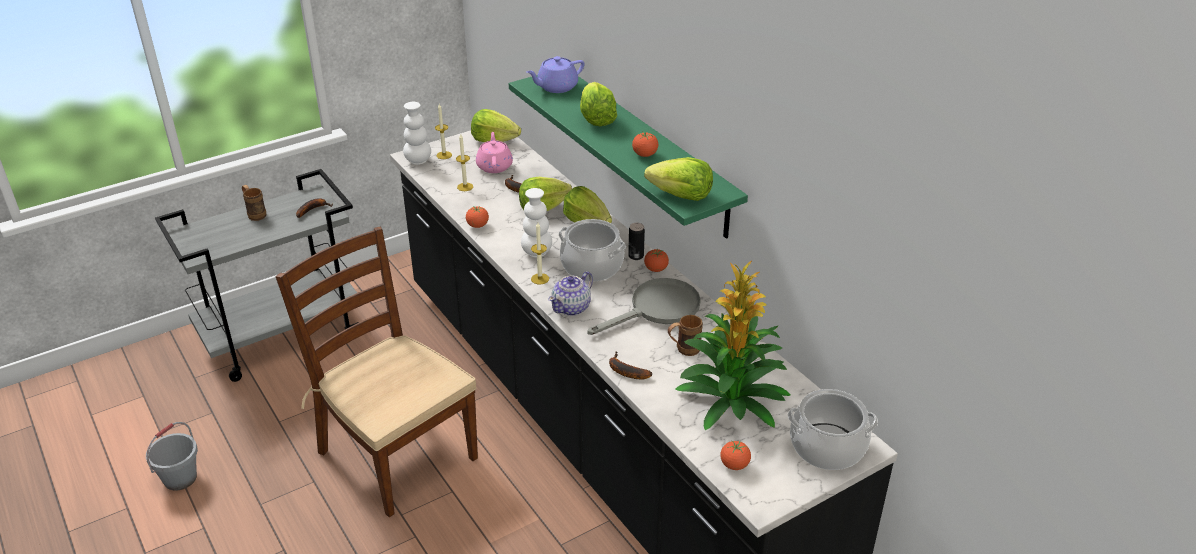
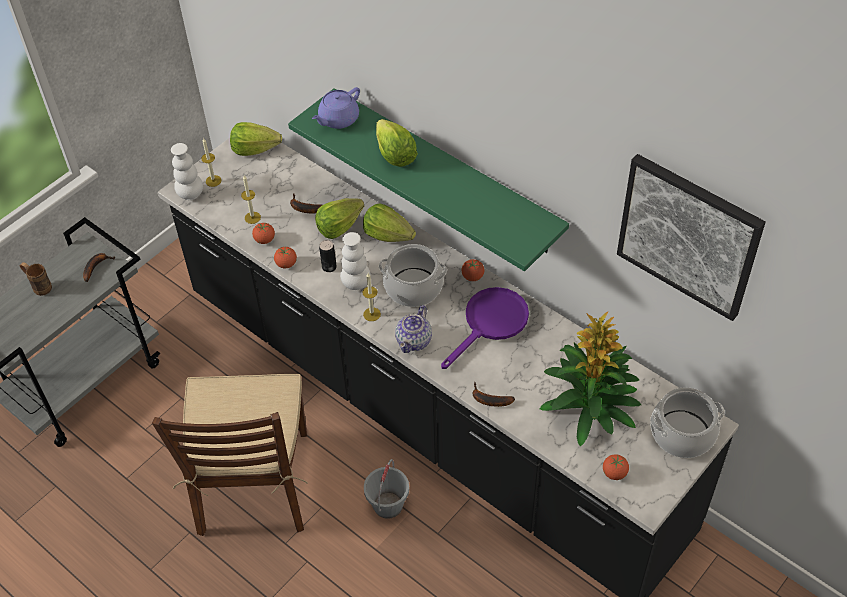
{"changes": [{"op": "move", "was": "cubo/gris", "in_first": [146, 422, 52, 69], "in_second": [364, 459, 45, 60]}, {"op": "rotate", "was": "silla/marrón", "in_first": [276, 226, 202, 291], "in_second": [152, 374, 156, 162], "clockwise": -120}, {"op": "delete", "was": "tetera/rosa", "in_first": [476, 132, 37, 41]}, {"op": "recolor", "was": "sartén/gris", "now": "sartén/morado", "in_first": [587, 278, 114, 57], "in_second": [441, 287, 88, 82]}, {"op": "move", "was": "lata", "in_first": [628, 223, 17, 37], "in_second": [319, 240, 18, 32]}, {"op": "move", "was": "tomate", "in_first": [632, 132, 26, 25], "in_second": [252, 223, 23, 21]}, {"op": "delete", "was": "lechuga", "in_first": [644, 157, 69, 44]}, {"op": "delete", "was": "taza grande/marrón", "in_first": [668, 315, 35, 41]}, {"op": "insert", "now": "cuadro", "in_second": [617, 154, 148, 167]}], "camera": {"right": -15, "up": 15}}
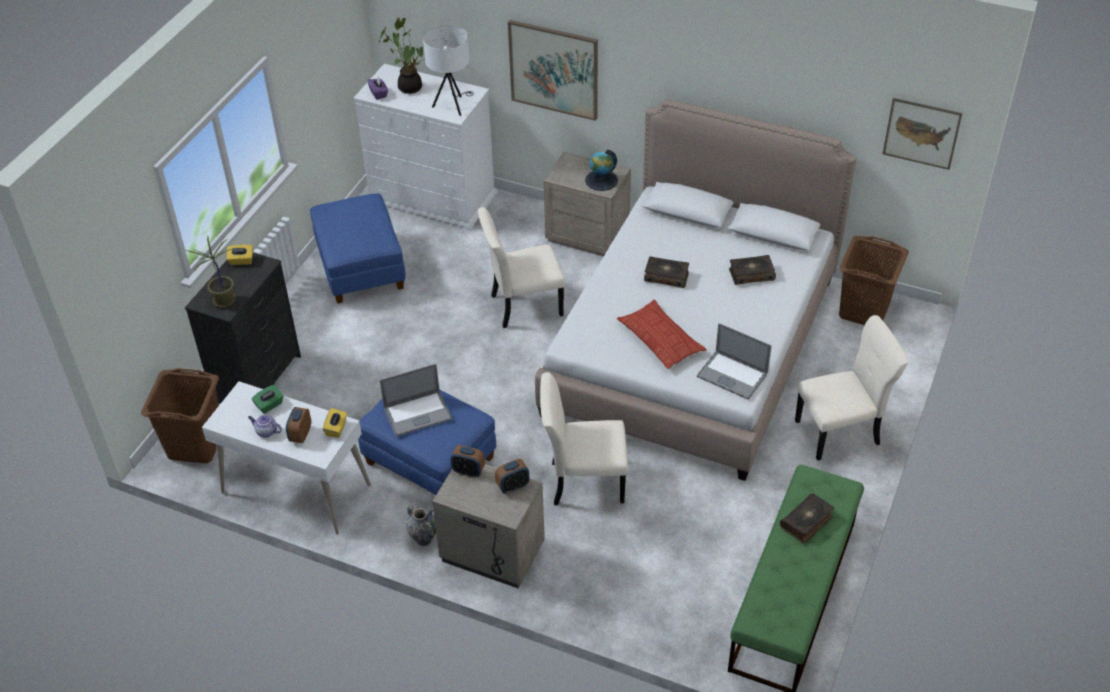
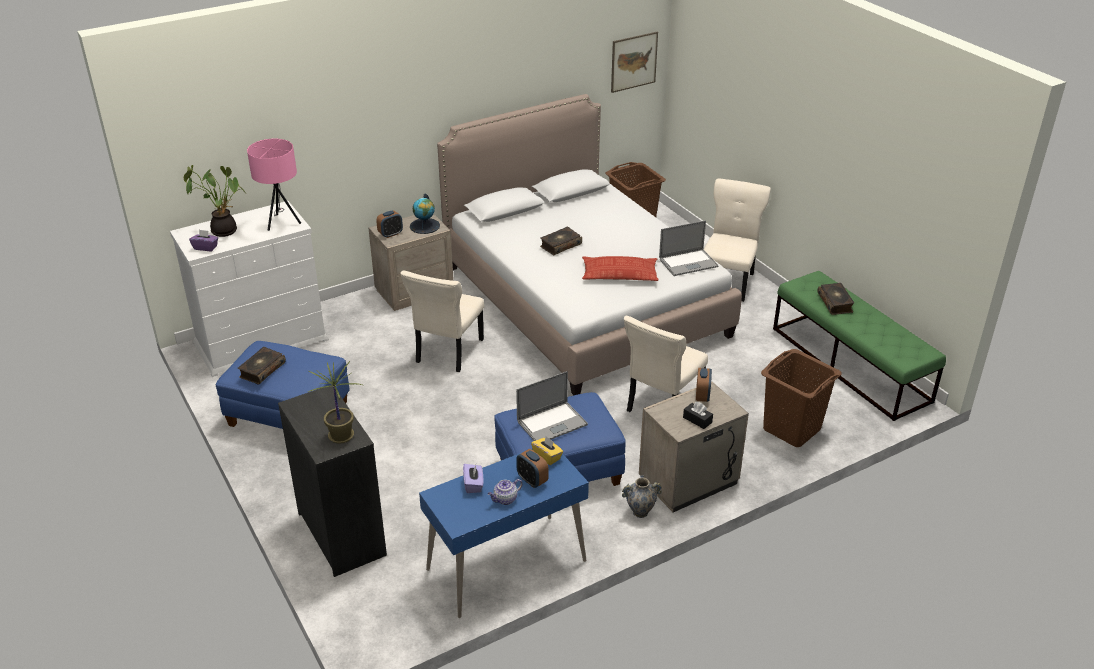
{"changes": [{"op": "move", "was": "cesto de la ropa/marrón", "in_first": [141, 368, 78, 95], "in_second": [761, 349, 81, 98]}, {"op": "recolor", "was": "escritorio/blanco", "now": "escritorio/azul", "in_first": [202, 381, 169, 154], "in_second": [419, 449, 170, 169]}, {"op": "delete", "was": "caja de pañuelos/amarillo", "in_first": [227, 244, 26, 21]}, {"op": "recolor", "was": "caja de pañuelos/verde", "now": "caja de pañuelos/morado", "in_first": [252, 385, 32, 29], "in_second": [463, 464, 20, 29]}, {"op": "rotate", "was": "portátil", "in_first": [380, 364, 72, 73], "in_second": [516, 371, 72, 70], "clockwise": 45}, {"op": "recolor", "was": "lámpara de mesa/blanco", "now": "lámpara de mesa/rosa", "in_first": [423, 25, 51, 91], "in_second": [247, 139, 54, 92]}, {"op": "move", "was": "despertador", "in_first": [451, 445, 34, 33], "in_second": [376, 210, 27, 28]}, {"op": "delete", "was": "cuadro", "in_first": [508, 20, 90, 101]}, {"op": "move", "was": "libro", "in_first": [729, 255, 47, 30], "in_second": [238, 347, 48, 37]}, {"op": "insert", "now": "caja de pañuelos/negro", "in_second": [683, 402, 30, 27]}], "camera": {"right": -55, "up": -10}}
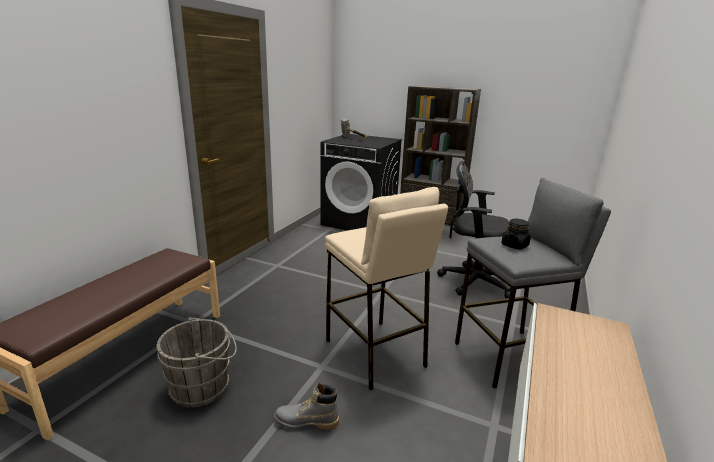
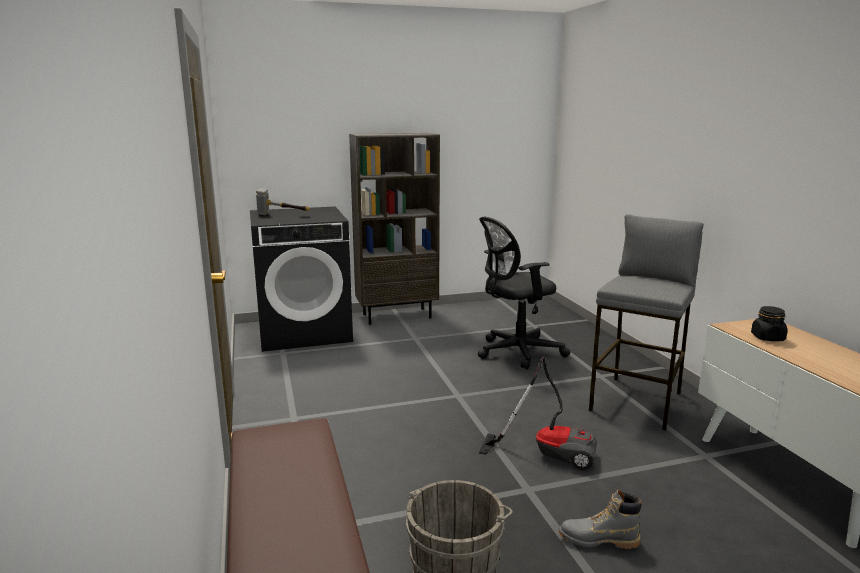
{"changes": [{"op": "rotate", "was": "bota/gris", "in_first": [274, 383, 65, 47], "in_second": [559, 490, 83, 59], "clockwise": 45}, {"op": "replace", "was": "taburete/beis", "now": "aspiradora", "in_first": [325, 187, 123, 204], "in_second": [479, 356, 118, 114]}, {"op": "move", "was": "tarro/negro", "in_first": [501, 219, 30, 31], "in_second": [751, 306, 36, 35]}], "camera": {"right": -40, "up": -5}}
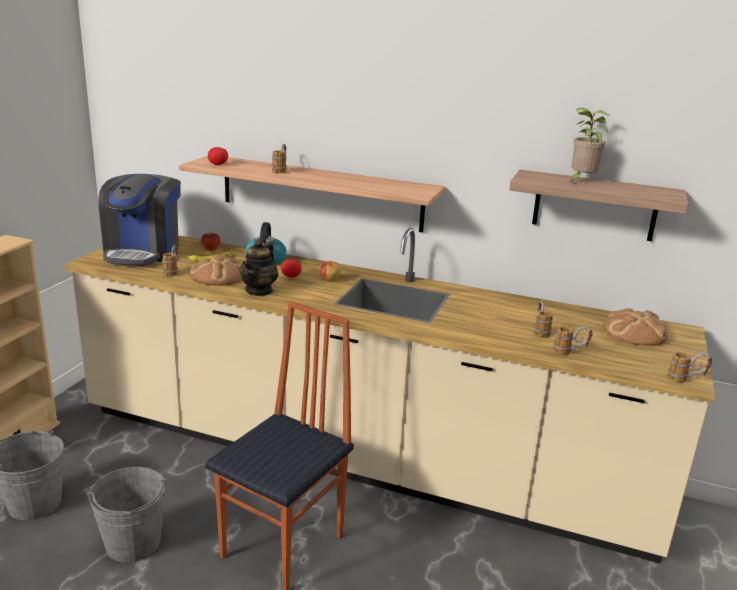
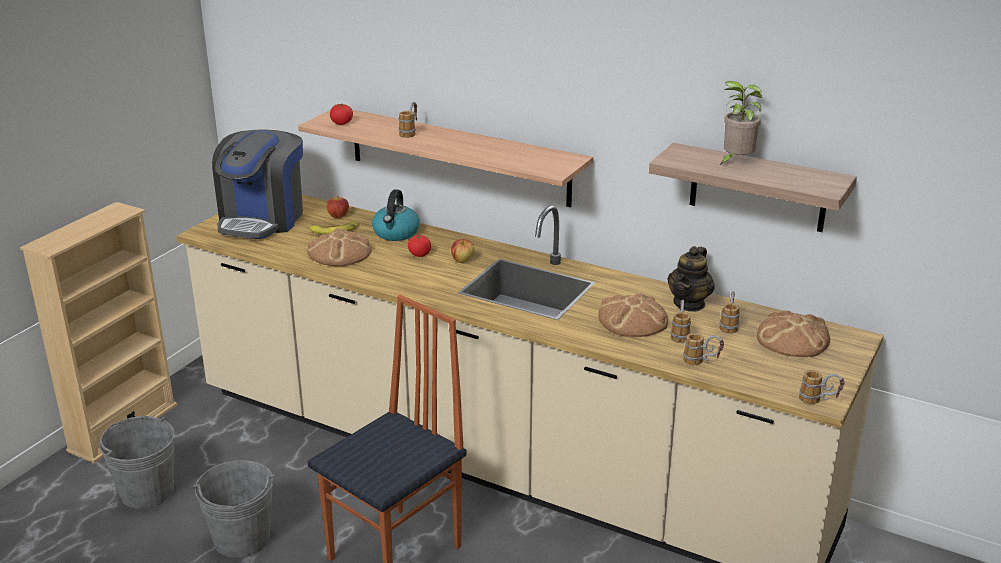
{"changes": [{"op": "move", "was": "taza grande", "in_first": [162, 245, 16, 32], "in_second": [719, 291, 21, 43]}, {"op": "move", "was": "tetera", "in_first": [239, 239, 39, 57], "in_second": [667, 246, 48, 66]}, {"op": "insert", "now": "pan", "in_second": [598, 293, 70, 44]}], "camera": {"right": 10, "up": 5}}
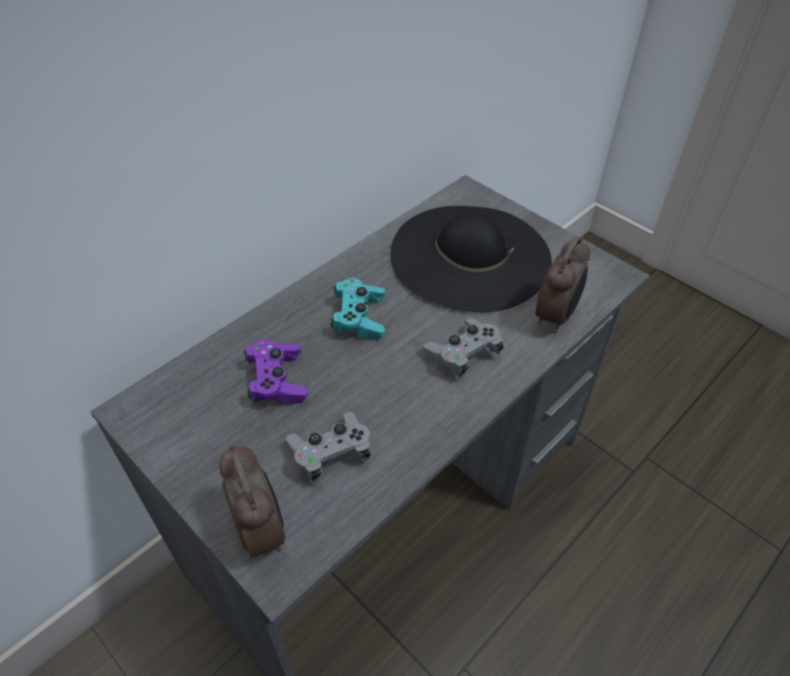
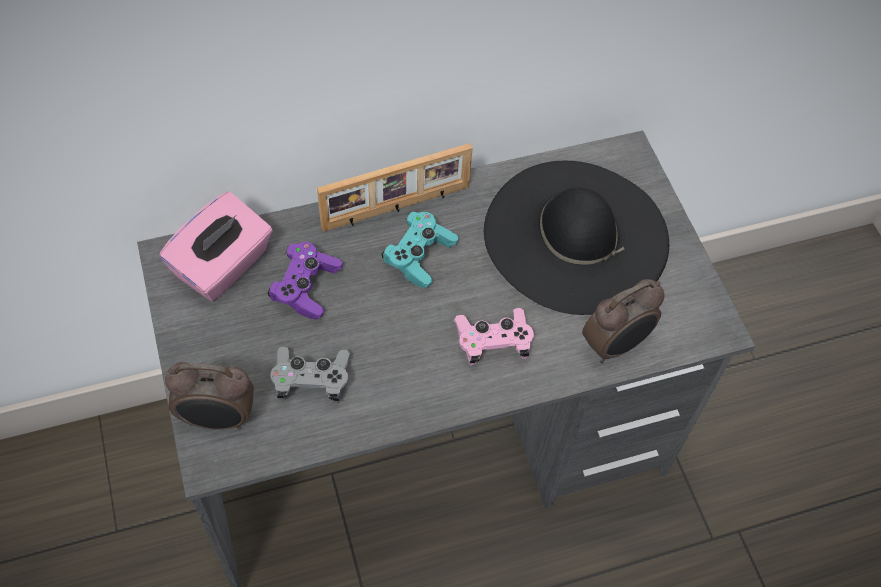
{"changes": [{"op": "rotate", "was": "despertador", "in_first": [219, 444, 66, 114], "in_second": [165, 362, 89, 68], "clockwise": 90}, {"op": "recolor", "was": "mando de consola/gris", "now": "mando de consola/rosa", "in_first": [423, 318, 81, 60], "in_second": [454, 308, 80, 57]}, {"op": "insert", "now": "caja de pañuelos/rosa", "in_second": [159, 192, 113, 109]}, {"op": "insert", "now": "portarretratos", "in_second": [317, 143, 156, 89]}], "camera": {"right": 25, "up": 10}}
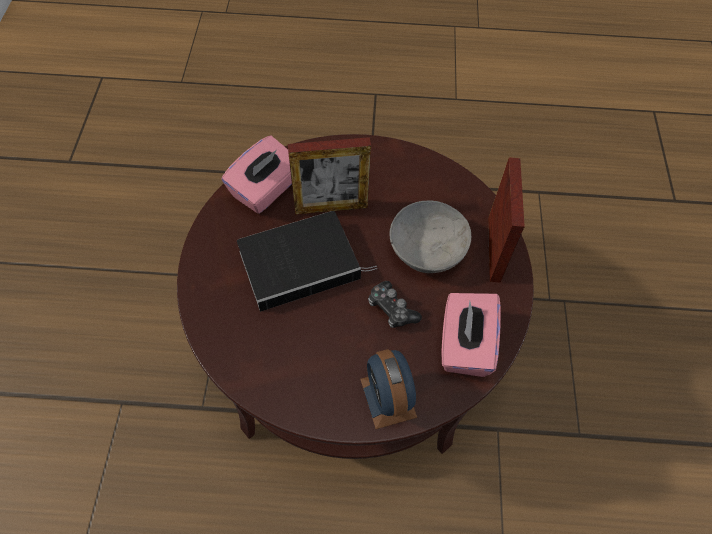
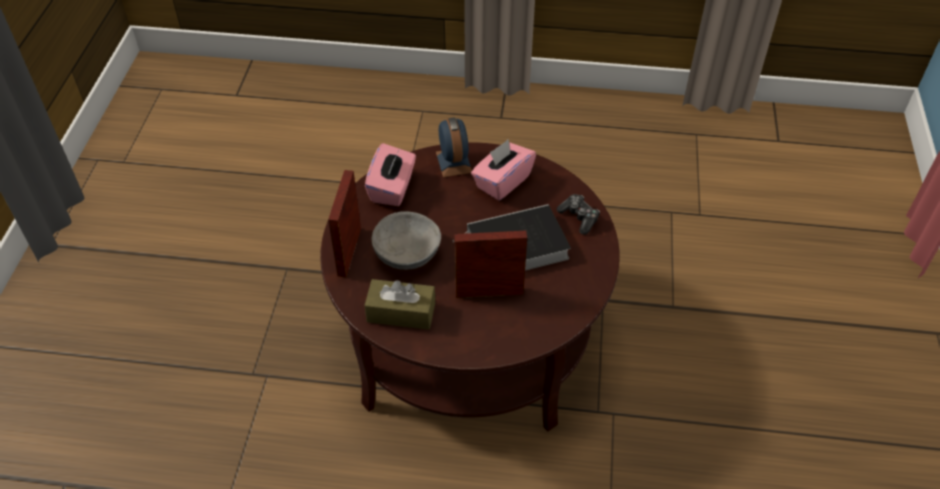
{"changes": [{"op": "move", "was": "caja de pañuelos/rosa", "in_first": [222, 136, 70, 78], "in_second": [471, 140, 65, 61]}, {"op": "move", "was": "mando de consola", "in_first": [368, 281, 54, 47], "in_second": [557, 194, 43, 41]}, {"op": "insert", "now": "caja de pañuelos/marrón", "in_second": [364, 279, 71, 51]}], "camera": {"right": -175, "up": -10}}
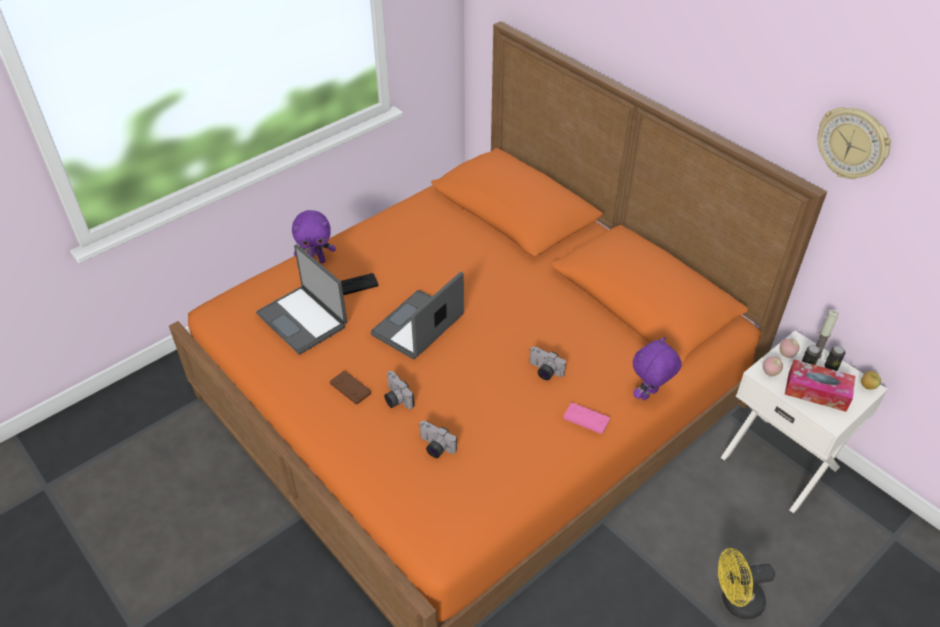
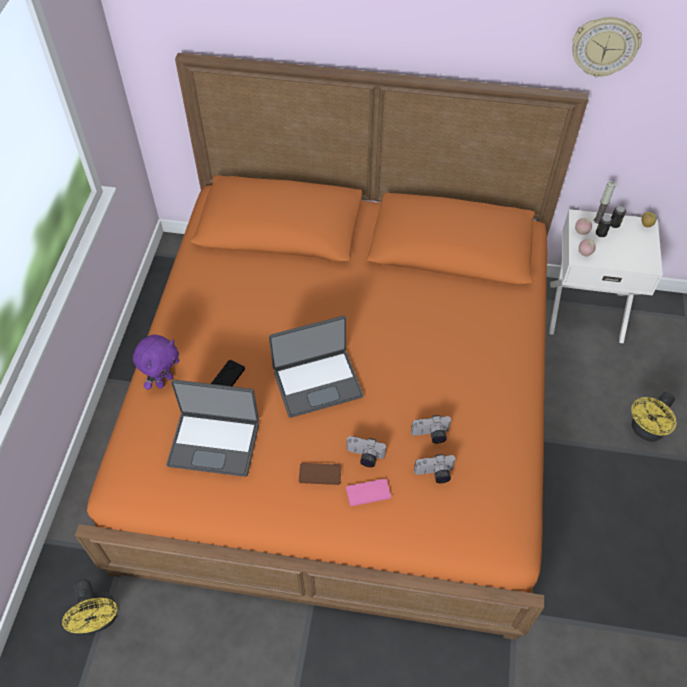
{"changes": [{"op": "rotate", "was": "portátil", "in_first": [371, 272, 93, 87], "in_second": [269, 316, 95, 102], "clockwise": -105}, {"op": "move", "was": "cámara", "in_first": [530, 346, 36, 34], "in_second": [411, 415, 40, 29]}, {"op": "move", "was": "mando de consola/rosa", "in_first": [563, 402, 47, 32], "in_second": [346, 478, 45, 28]}, {"op": "delete", "was": "peluche/morado", "in_first": [633, 337, 49, 63]}, {"op": "delete", "was": "caja de pañuelos", "in_first": [785, 360, 70, 52]}, {"op": "insert", "now": "ventilador/amarillo", "in_second": [62, 579, 55, 54]}], "camera": {"right": -40, "up": 10}}
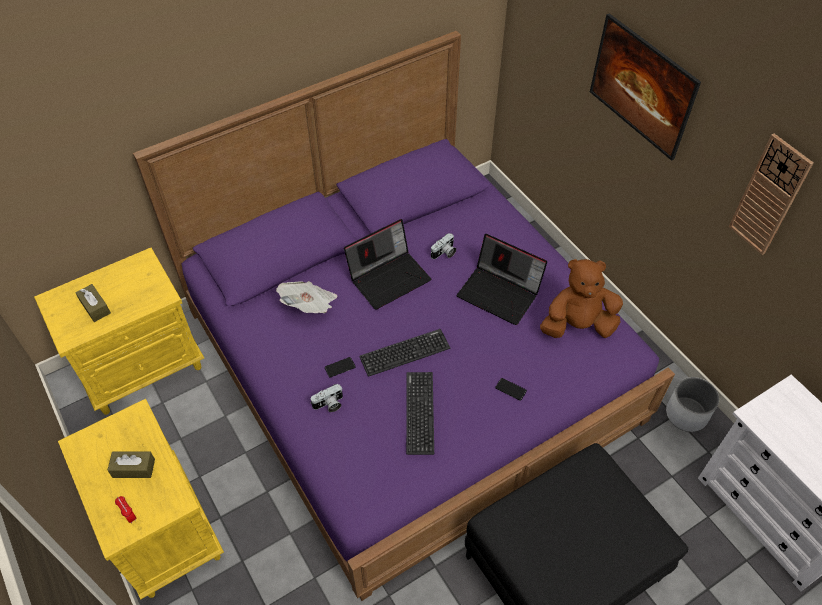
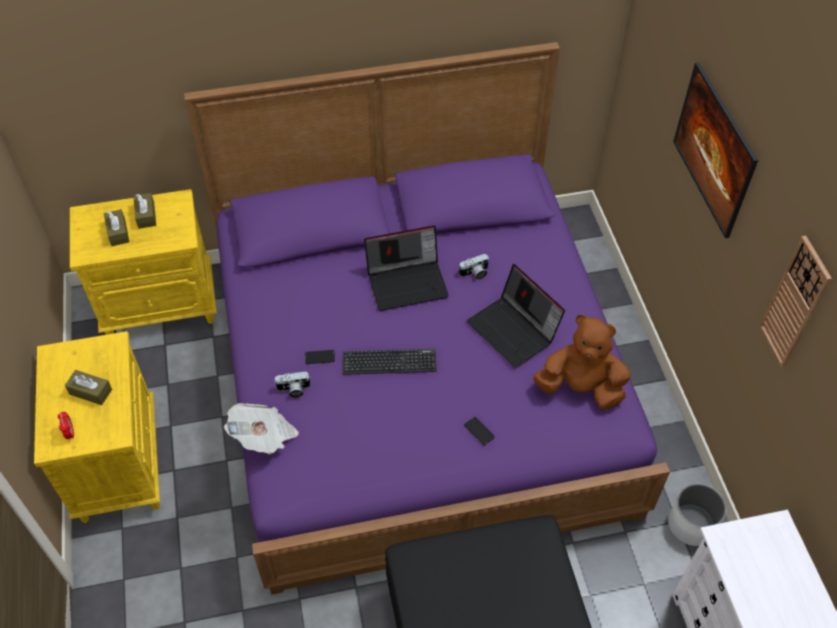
{"changes": [{"op": "move", "was": "periódico", "in_first": [276, 281, 61, 32], "in_second": [224, 403, 75, 51]}, {"op": "delete", "was": "teclado", "in_first": [406, 372, 28, 83]}, {"op": "insert", "now": "caja de pañuelos/marrón", "in_second": [133, 193, 23, 36]}], "camera": {"right": 20, "up": 0}}
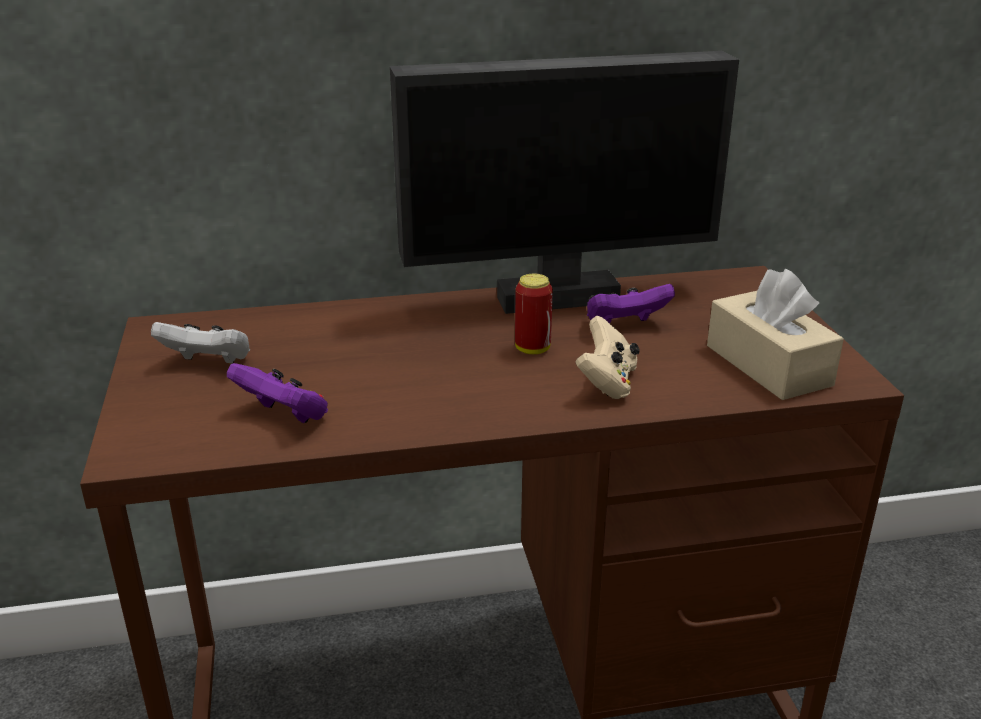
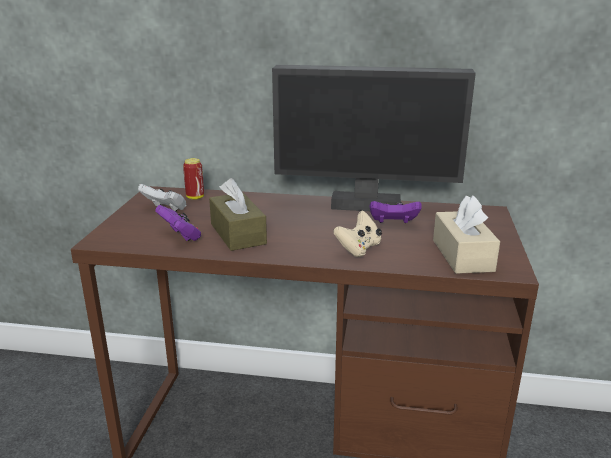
{"changes": [{"op": "move", "was": "lata", "in_first": [515, 274, 38, 80], "in_second": [183, 158, 21, 42]}, {"op": "insert", "now": "caja de pañuelos/marrón", "in_second": [209, 178, 58, 73]}], "camera": {"right": 20, "up": -5}}
